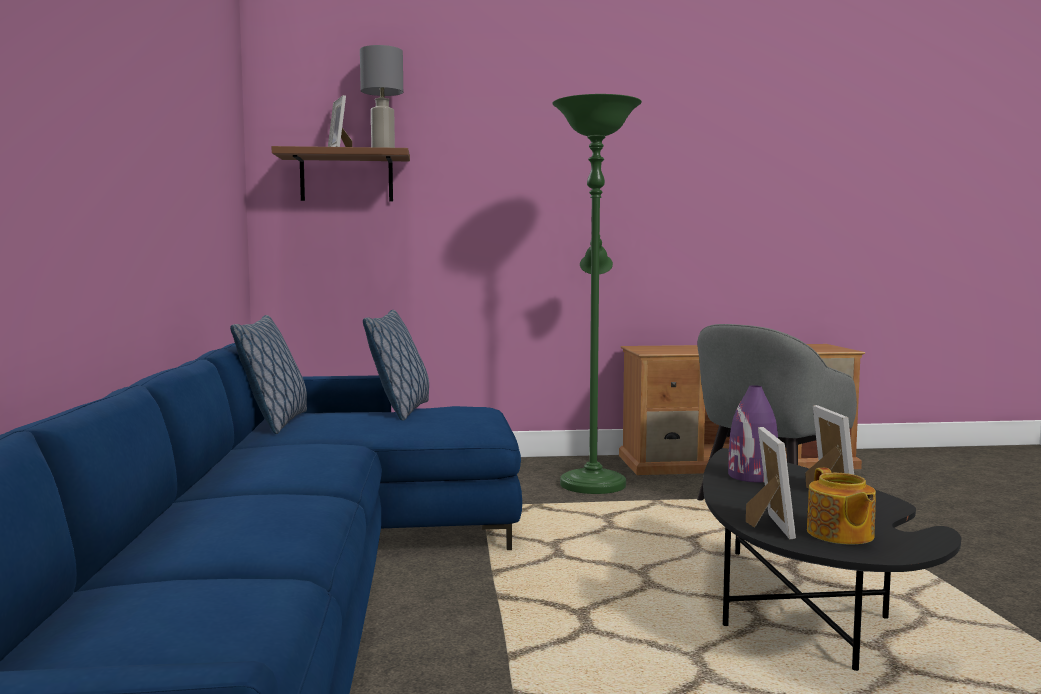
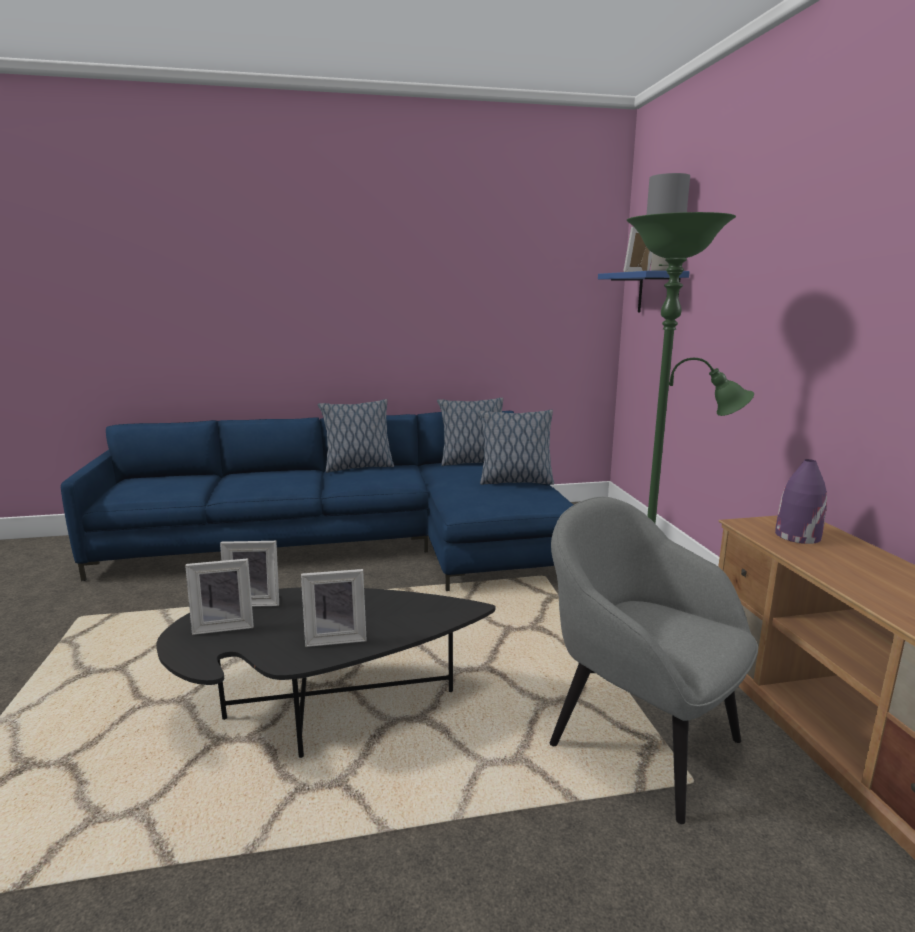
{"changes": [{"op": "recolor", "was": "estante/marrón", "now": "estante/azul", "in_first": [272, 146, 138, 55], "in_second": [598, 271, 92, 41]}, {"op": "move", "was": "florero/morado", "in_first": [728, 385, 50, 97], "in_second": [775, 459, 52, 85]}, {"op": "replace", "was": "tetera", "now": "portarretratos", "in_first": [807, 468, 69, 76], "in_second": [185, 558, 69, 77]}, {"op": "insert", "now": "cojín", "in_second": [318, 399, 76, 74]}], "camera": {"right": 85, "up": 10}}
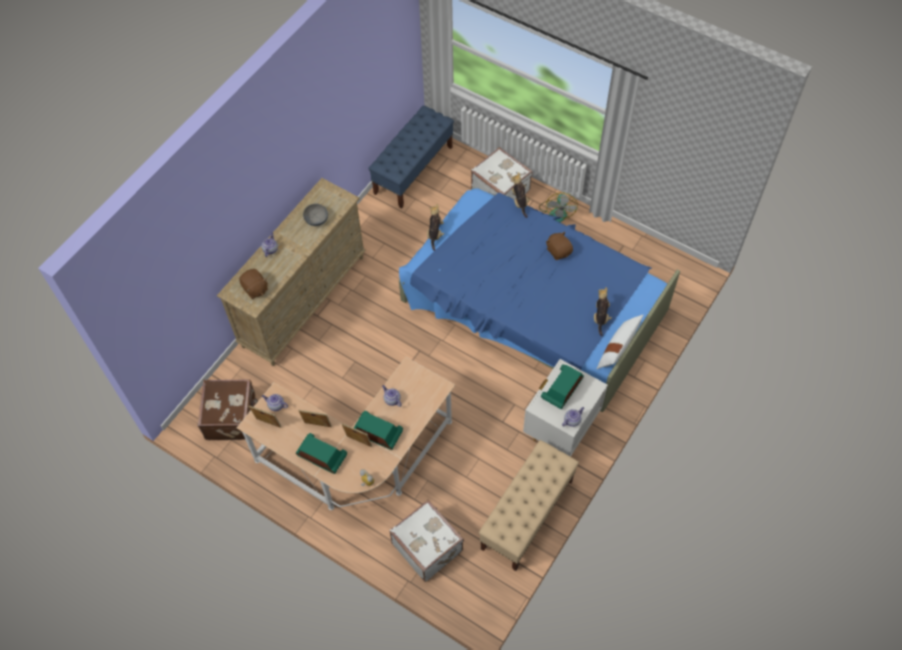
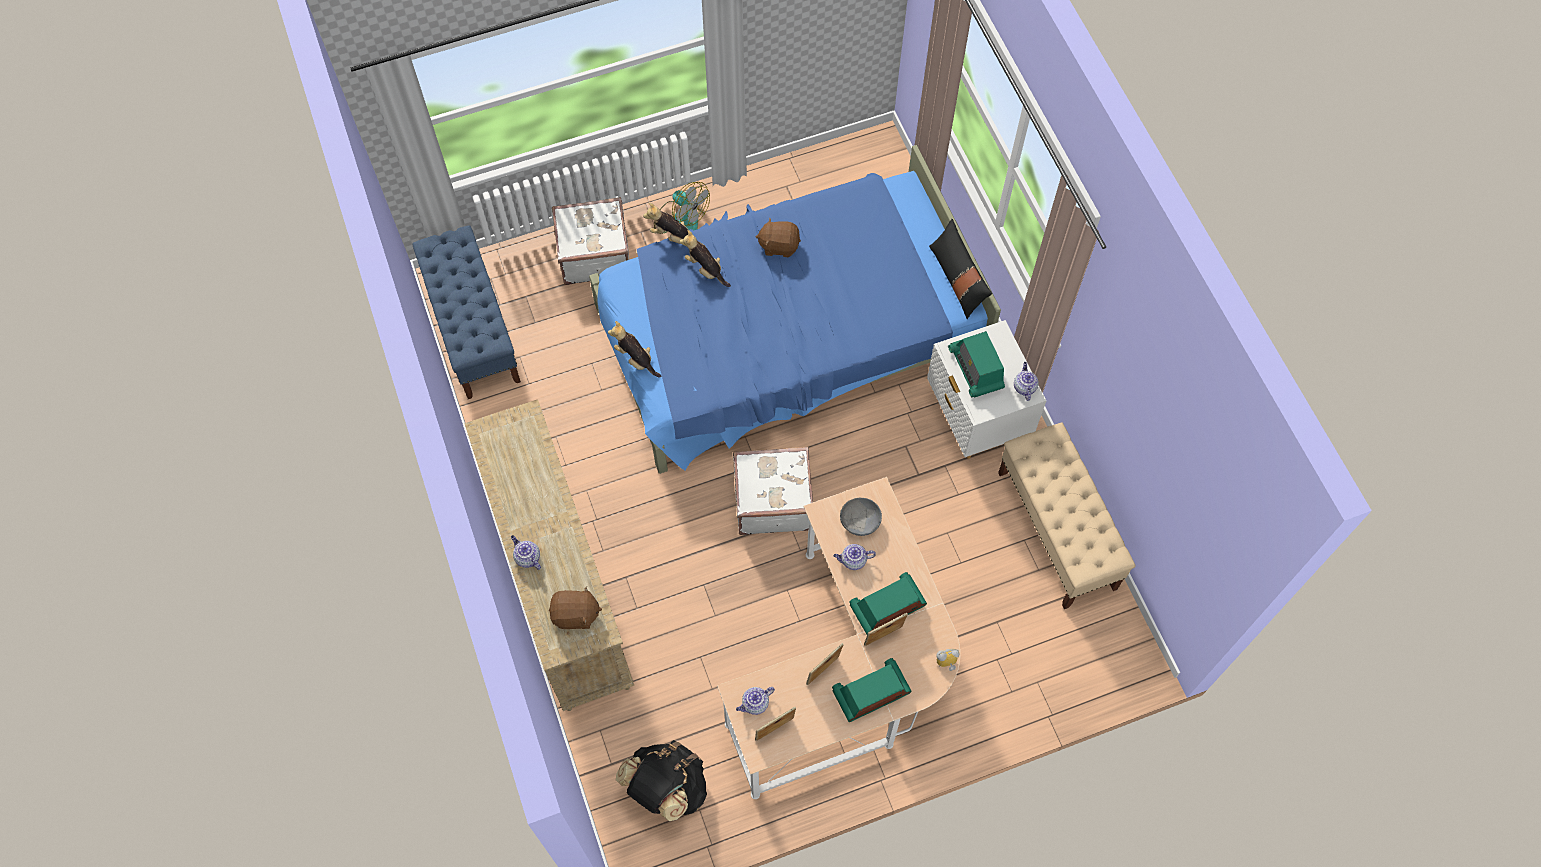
{"changes": [{"op": "replace", "was": "maleta/marrón", "now": "mochila/negro", "in_first": [198, 379, 60, 61], "in_second": [616, 740, 91, 81]}, {"op": "move", "was": "cuenco/gris", "in_first": [303, 203, 25, 23], "in_second": [840, 498, 42, 38]}, {"op": "move", "was": "maleta/blanco", "in_first": [389, 500, 75, 82], "in_second": [733, 447, 80, 88]}, {"op": "move", "was": "peluche", "in_first": [594, 287, 18, 49], "in_second": [680, 230, 51, 57]}, {"op": "recolor", "was": "cojín/blanco", "now": "cojín/negro", "in_first": [597, 315, 46, 54], "in_second": [929, 219, 63, 100]}], "camera": {"right": -55, "up": 5}}
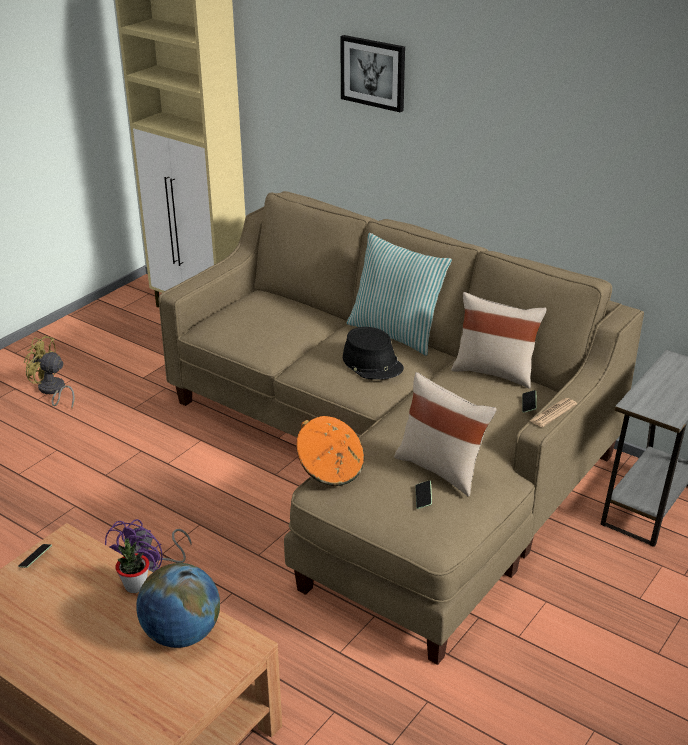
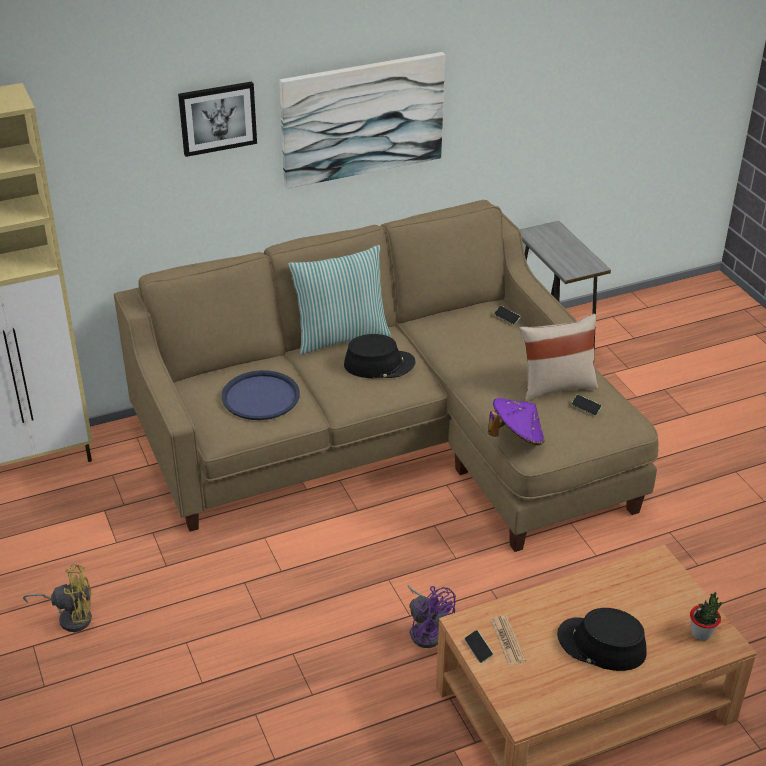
{"changes": [{"op": "rotate", "was": "ventilador/amarillo", "in_first": [24, 336, 51, 72], "in_second": [23, 564, 69, 68], "clockwise": -150}, {"op": "move", "was": "planta en maceta", "in_first": [116, 538, 33, 55], "in_second": [690, 592, 33, 49]}, {"op": "delete", "was": "globo terráqueo", "in_first": [136, 563, 84, 85]}, {"op": "recolor", "was": "sombrero/naranja", "now": "sombrero/morado", "in_first": [296, 416, 68, 70], "in_second": [488, 398, 56, 47]}, {"op": "delete", "was": "cojín/beis", "in_first": [451, 292, 96, 97]}, {"op": "move", "was": "periódico", "in_first": [530, 398, 47, 29], "in_second": [491, 616, 35, 49]}, {"op": "insert", "now": "bandeja/azul", "in_second": [221, 370, 79, 50]}, {"op": "insert", "now": "cuadro", "in_second": [279, 52, 166, 137]}, {"op": "insert", "now": "sombrero/negro", "in_second": [557, 608, 90, 63]}], "camera": {"right": -60, "up": 5}}
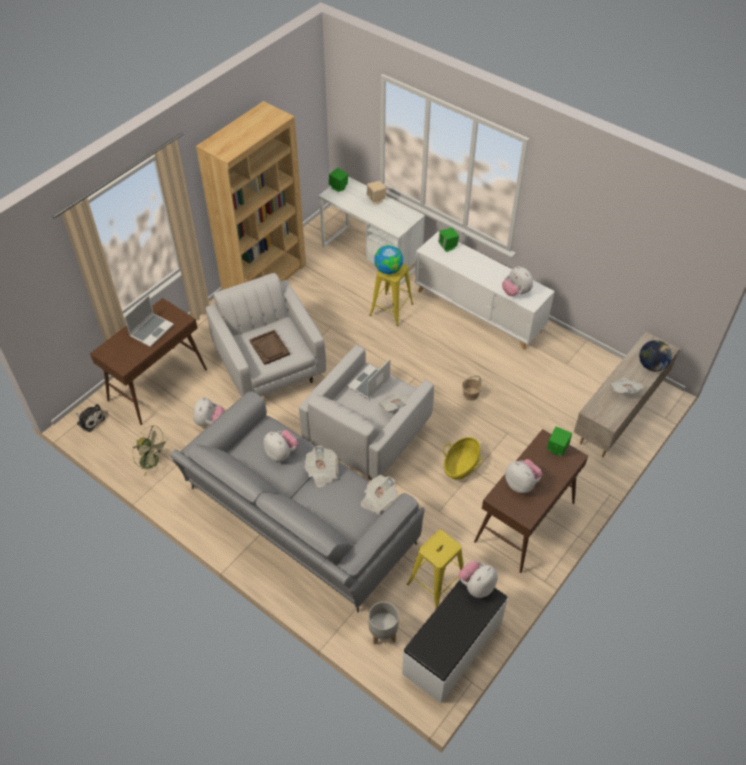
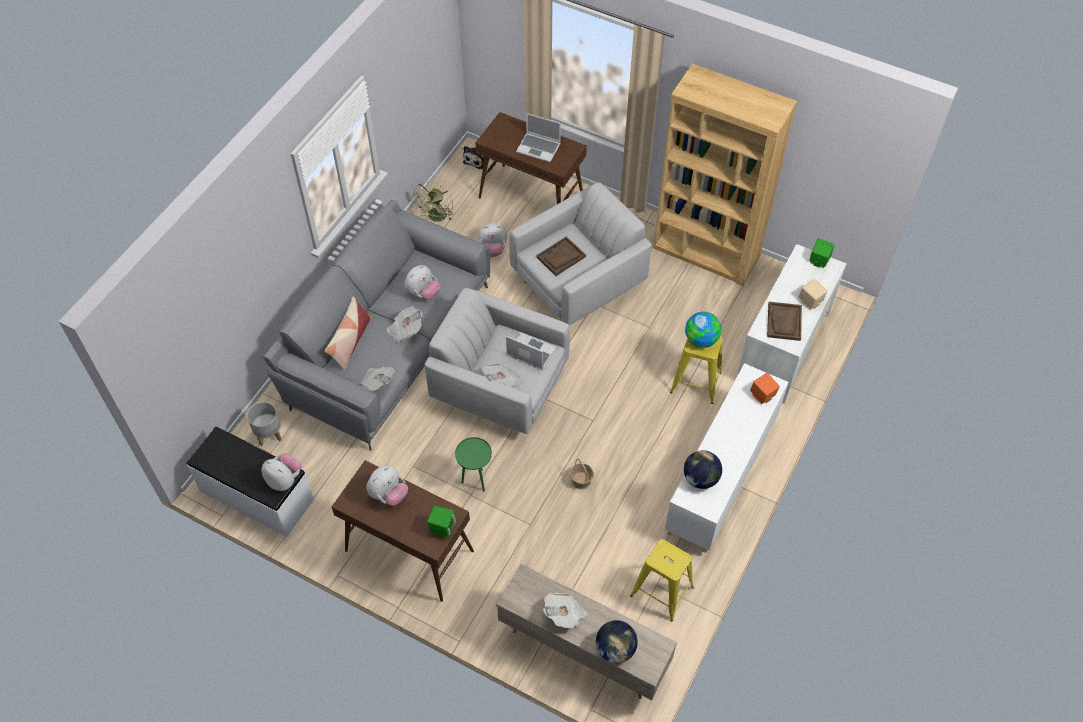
{"changes": [{"op": "move", "was": "taburete/amarillo", "in_first": [407, 530, 56, 79], "in_second": [630, 539, 64, 82]}, {"op": "recolor", "was": "altavoz/verde", "now": "altavoz/naranja", "in_first": [438, 228, 21, 24], "in_second": [750, 373, 30, 31]}, {"op": "replace", "was": "cesta", "now": "mesa auxiliar/verde", "in_first": [443, 437, 40, 43], "in_second": [455, 437, 37, 54]}, {"op": "replace", "was": "peluche", "now": "globo terráqueo", "in_first": [502, 266, 31, 30], "in_second": [684, 450, 38, 39]}, {"op": "insert", "now": "cojín", "in_second": [325, 296, 47, 74]}, {"op": "insert", "now": "bandeja/marrón", "in_second": [767, 302, 35, 39]}], "camera": {"right": 80, "up": 5}}
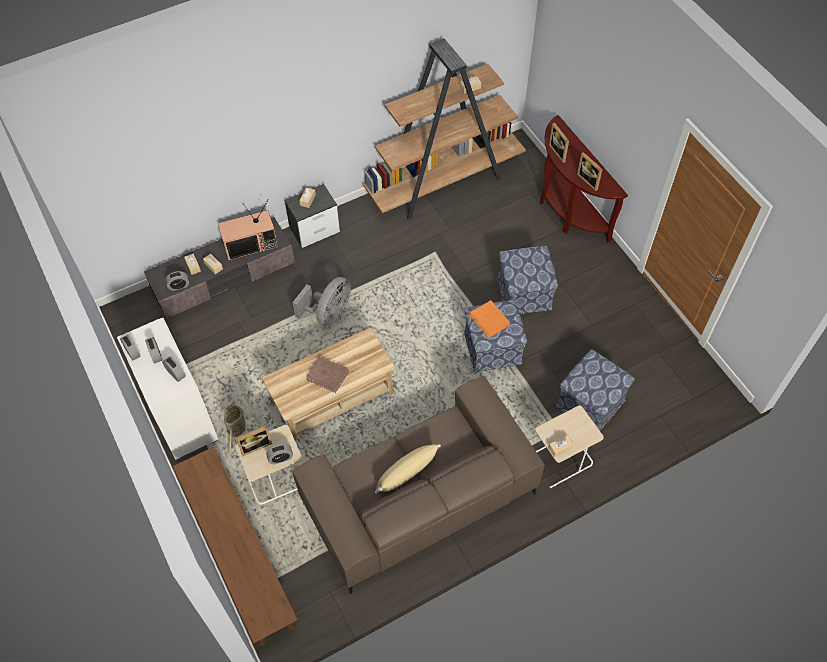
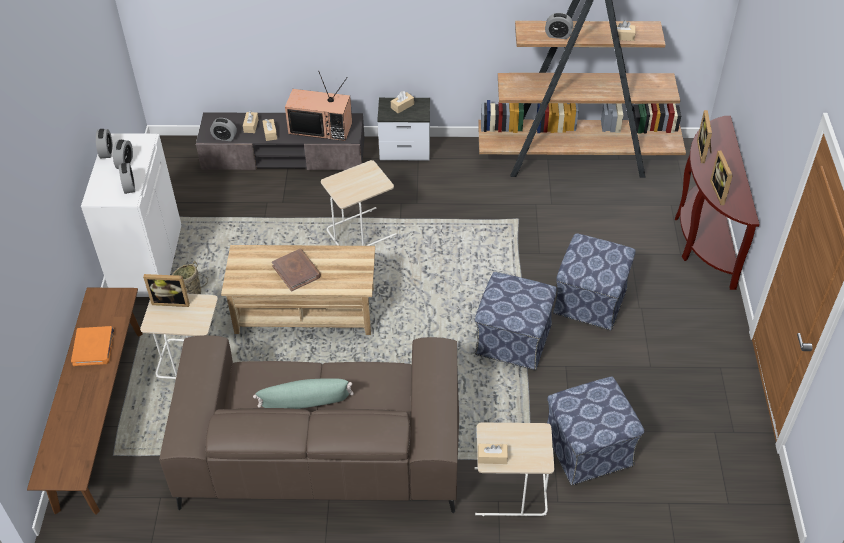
{"changes": [{"op": "move", "was": "despertador", "in_first": [266, 444, 27, 20], "in_second": [545, 13, 28, 26]}, {"op": "replace", "was": "ventilador/gris", "now": "mesa auxiliar/beis", "in_first": [293, 277, 58, 49], "in_second": [321, 160, 76, 86]}, {"op": "recolor", "was": "cojín/beis", "now": "cojín/verde", "in_first": [375, 444, 66, 50], "in_second": [253, 378, 101, 31]}, {"op": "move", "was": "libro/naranja", "in_first": [470, 300, 40, 38], "in_second": [71, 326, 43, 40]}], "camera": {"right": 30, "up": -10}}
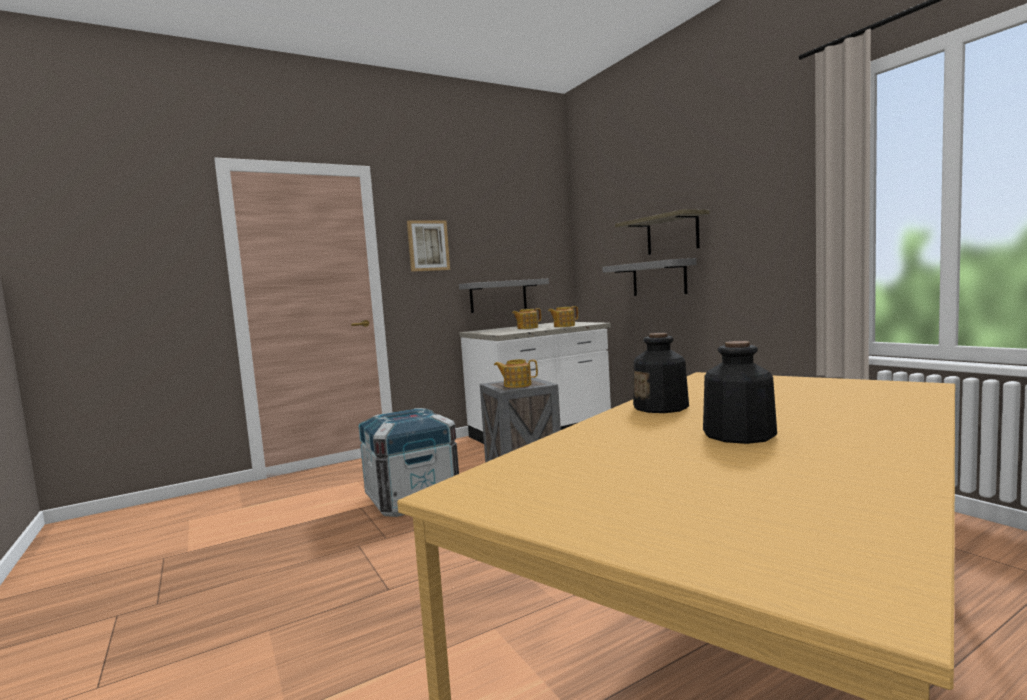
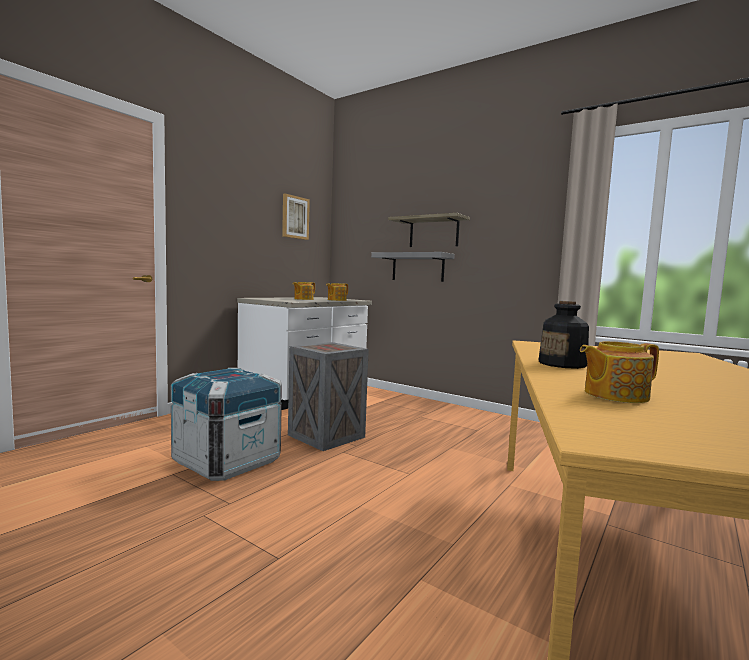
{"changes": [{"op": "move", "was": "cuadro", "in_first": [407, 220, 43, 52], "in_second": [282, 193, 28, 47]}, {"op": "delete", "was": "estante/gris", "in_first": [459, 279, 90, 34]}, {"op": "move", "was": "tetera", "in_first": [494, 359, 44, 29], "in_second": [580, 341, 79, 62]}, {"op": "delete", "was": "botella", "in_first": [703, 341, 74, 103]}], "camera": {"right": -25, "up": 0}}
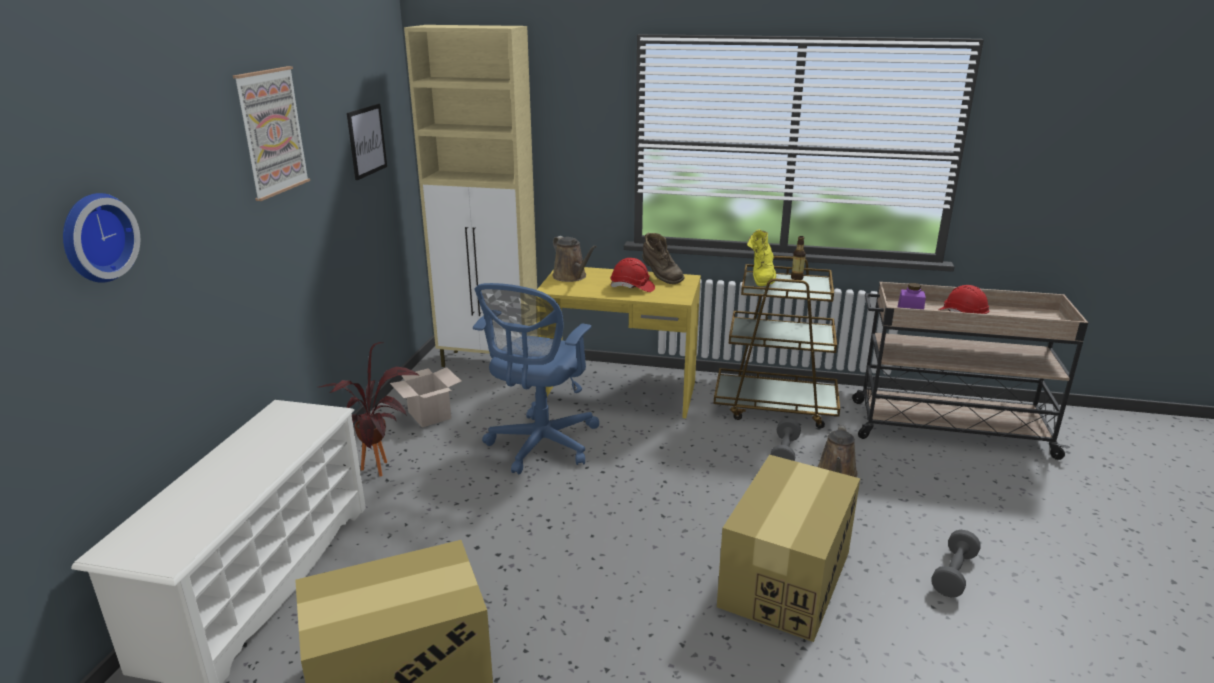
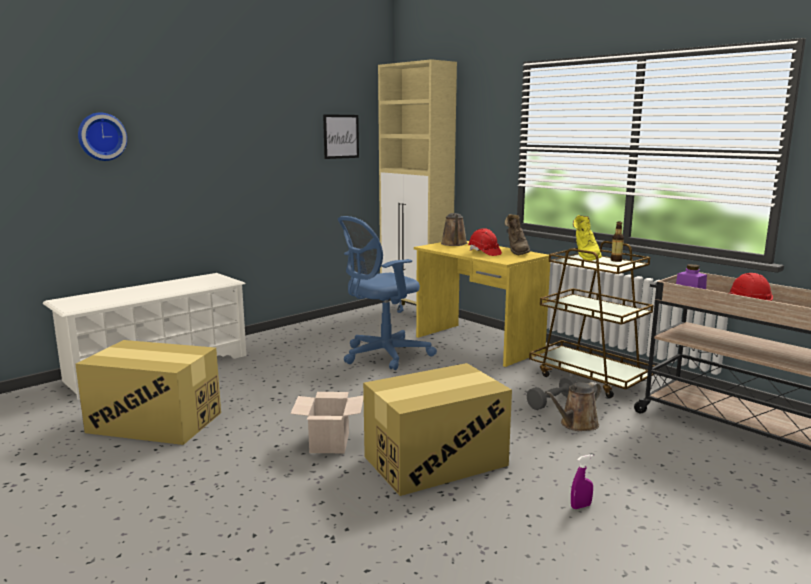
{"changes": [{"op": "delete", "was": "cuadro", "in_first": [233, 66, 77, 135]}, {"op": "delete", "was": "planta en maceta", "in_first": [319, 342, 101, 134]}, {"op": "move", "was": "caja de cartón", "in_first": [390, 367, 72, 60], "in_second": [290, 392, 74, 61]}, {"op": "rotate", "was": "bota/amarillo", "in_first": [747, 229, 29, 57], "in_second": [573, 215, 29, 46], "clockwise": -45}, {"op": "replace", "was": "mancuerna/gris", "now": "pulverizador/morado", "in_first": [931, 530, 50, 68], "in_second": [571, 454, 22, 55]}], "camera": {"right": 35, "up": -10}}
